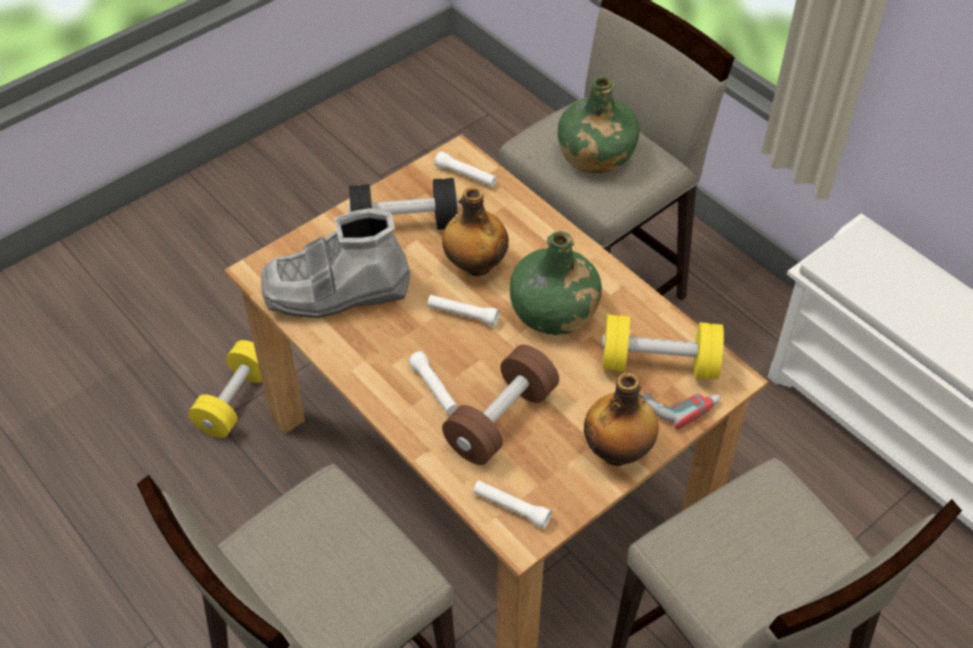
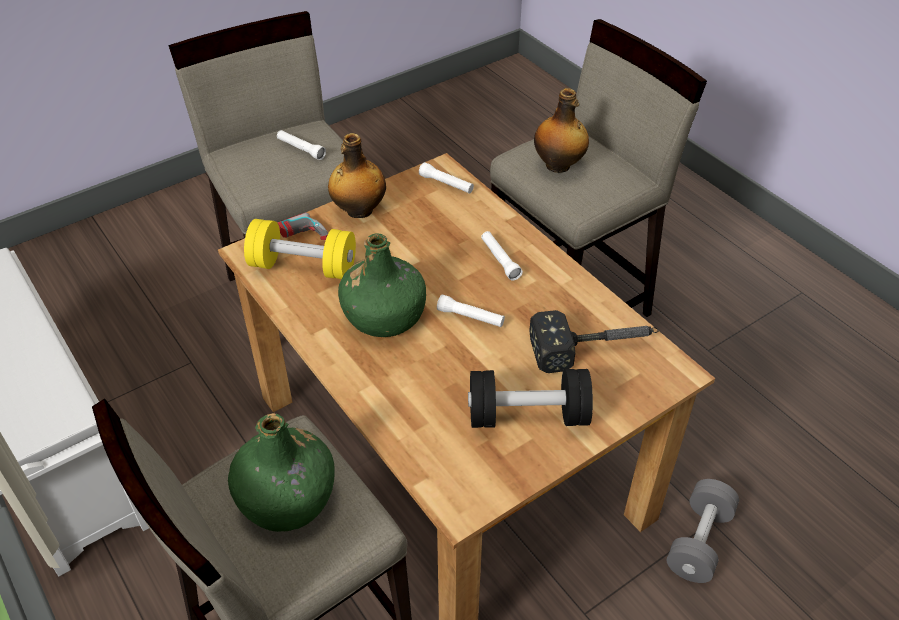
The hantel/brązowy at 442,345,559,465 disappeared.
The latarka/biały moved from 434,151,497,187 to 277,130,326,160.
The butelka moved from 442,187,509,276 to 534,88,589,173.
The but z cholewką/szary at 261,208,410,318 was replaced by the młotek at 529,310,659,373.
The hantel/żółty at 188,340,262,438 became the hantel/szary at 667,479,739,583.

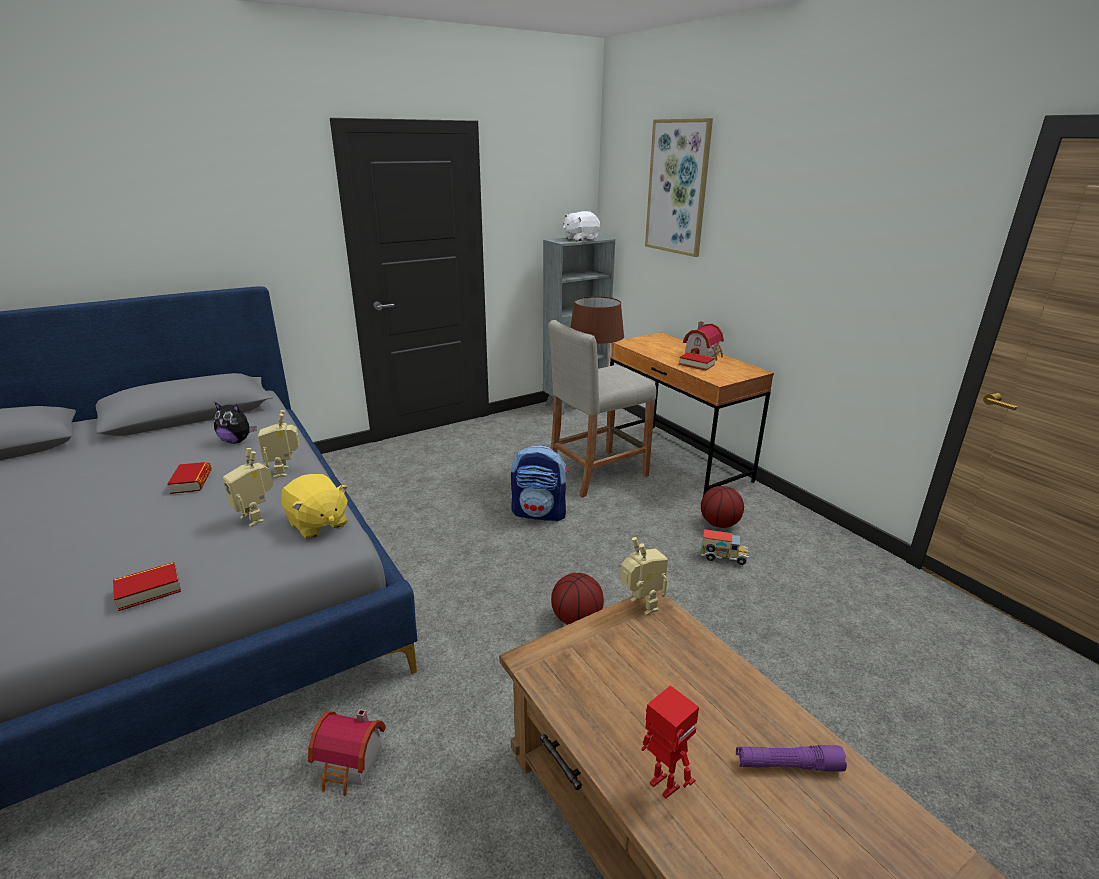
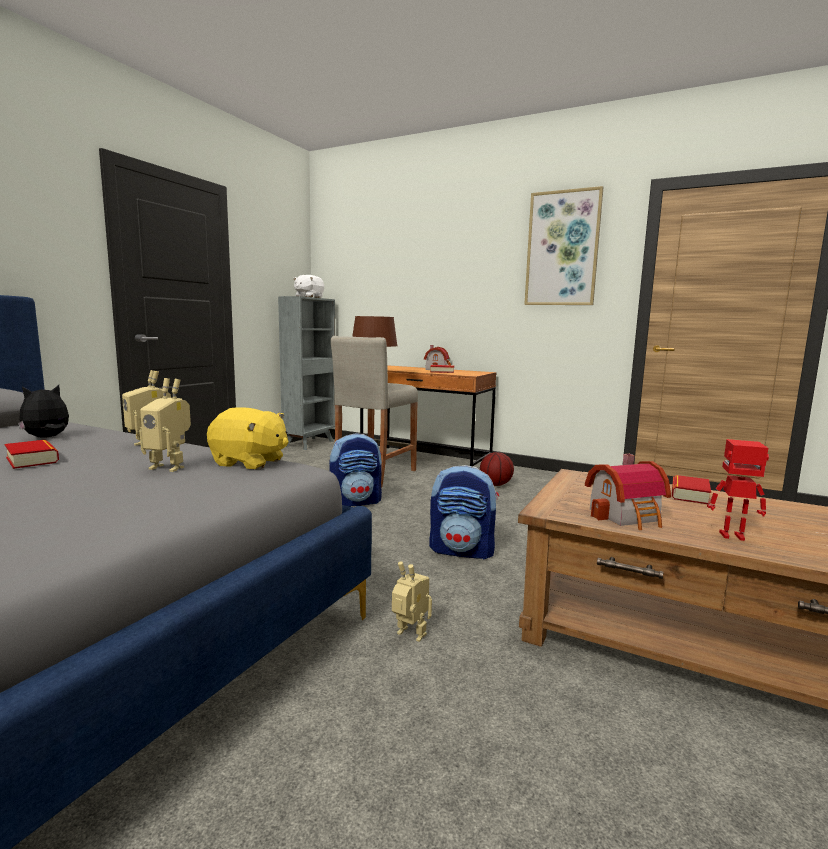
The ciężarówka zabawkowa at 700,529,749,565 disappeared.
The latarka/fioletowy at 736,745,847,772 disappeared.
The książka moved from 113,562,181,611 to 672,475,711,504.
The domek moved from 308,709,386,796 to 585,454,671,530.
The robot zabawkowy moved from 620,537,668,616 to 392,561,432,642.
The obraz moved from 645,118,713,257 to 524,186,603,305.
The piłka do koszykówki at 551,573,604,625 was replaced by the plecak at 429,465,499,560.
The pluszak at 214,402,256,444 turned 150 degrees clockwise.

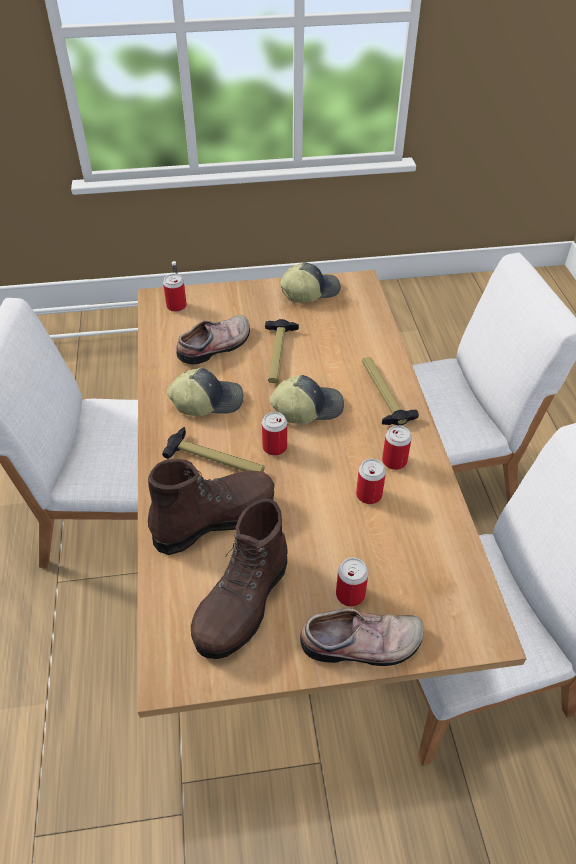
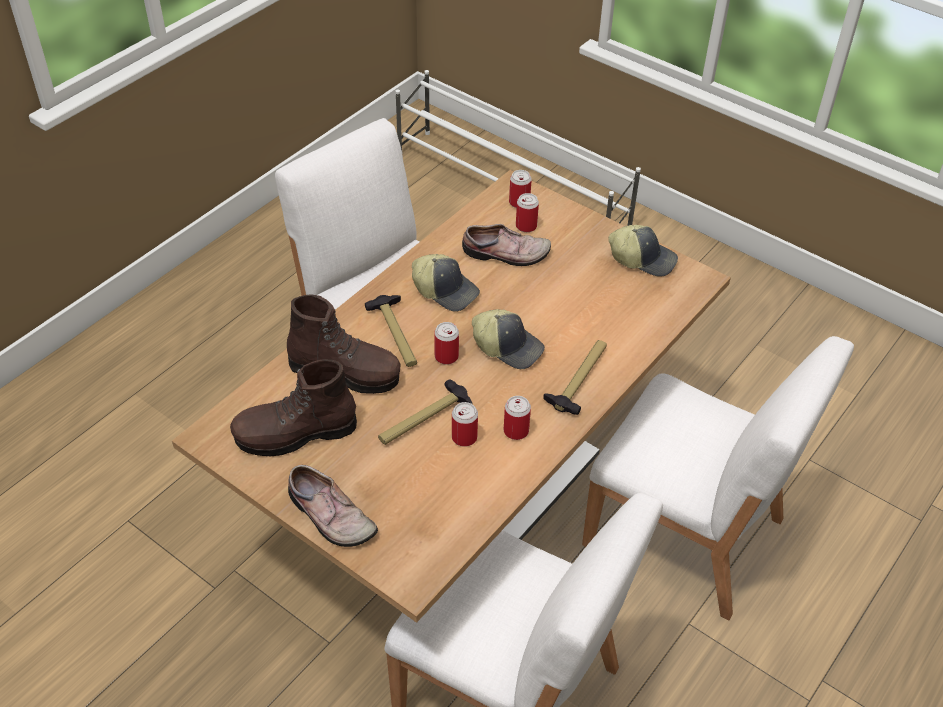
The młotek moved from 265,319,299,383 to 378,379,473,445.
The puszka moved from 336,558,369,607 to 516,193,539,232.

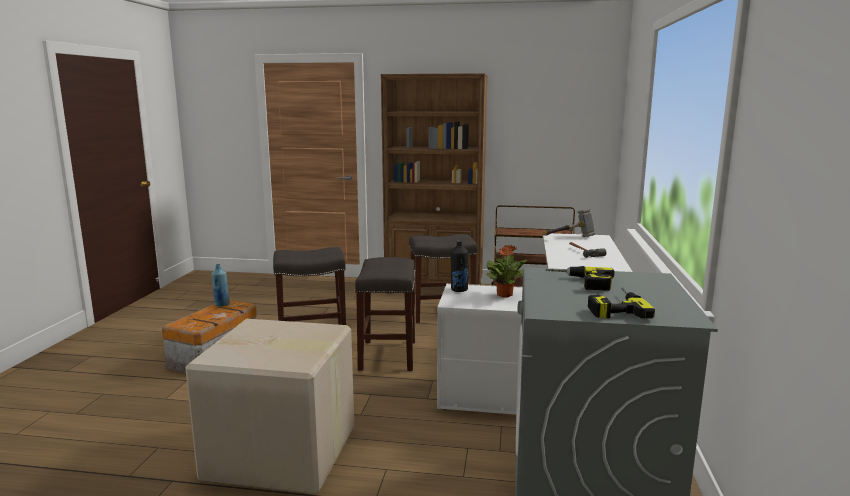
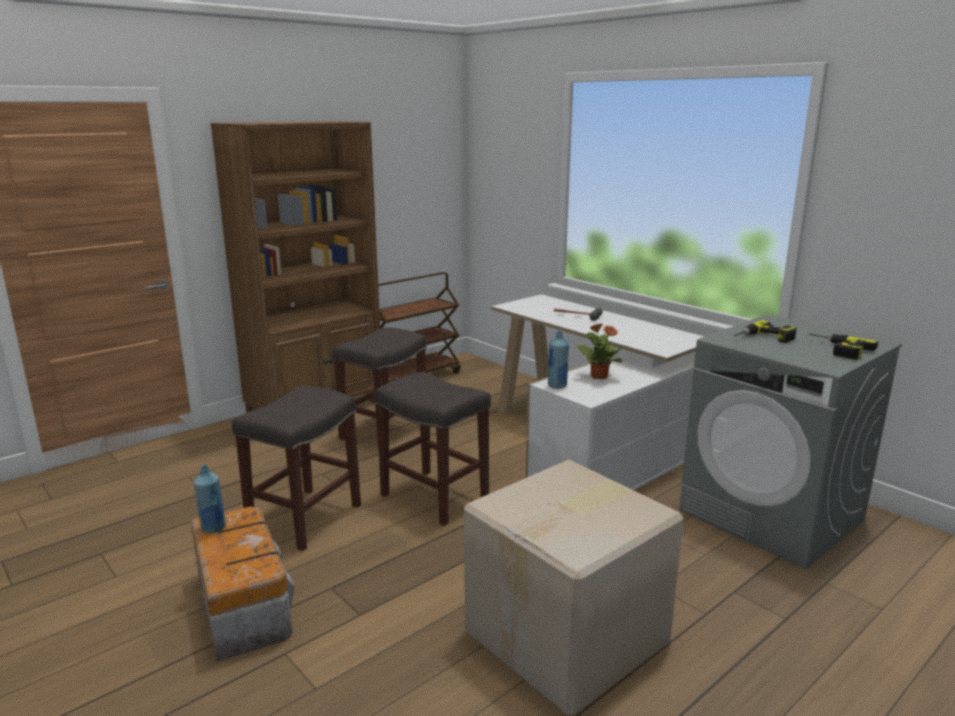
The młotek at 542,209,595,237 disappeared.
The butelka/czarny at 451,241,468,292 became the butelka/niebieski at 548,331,569,389.

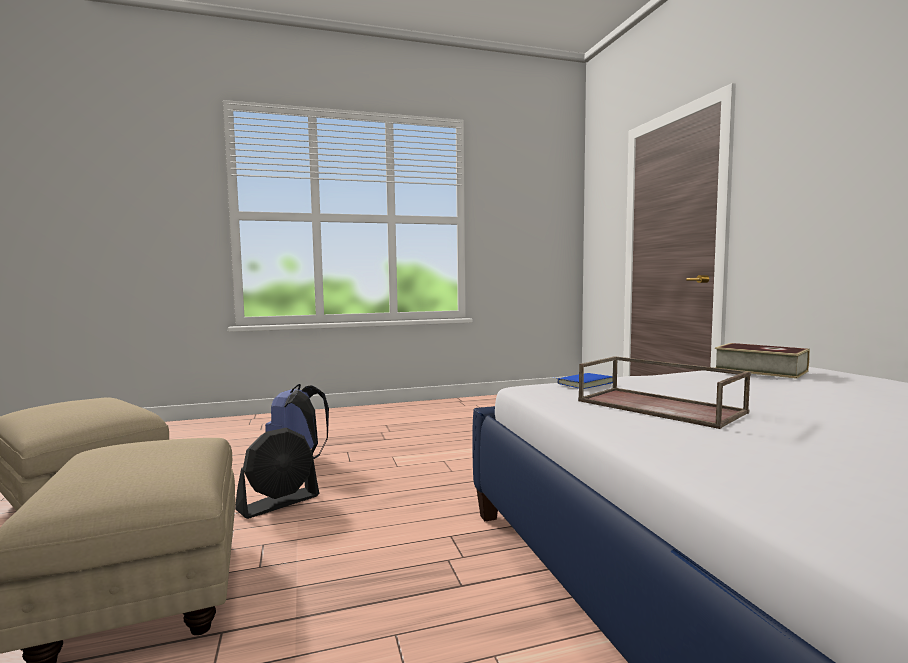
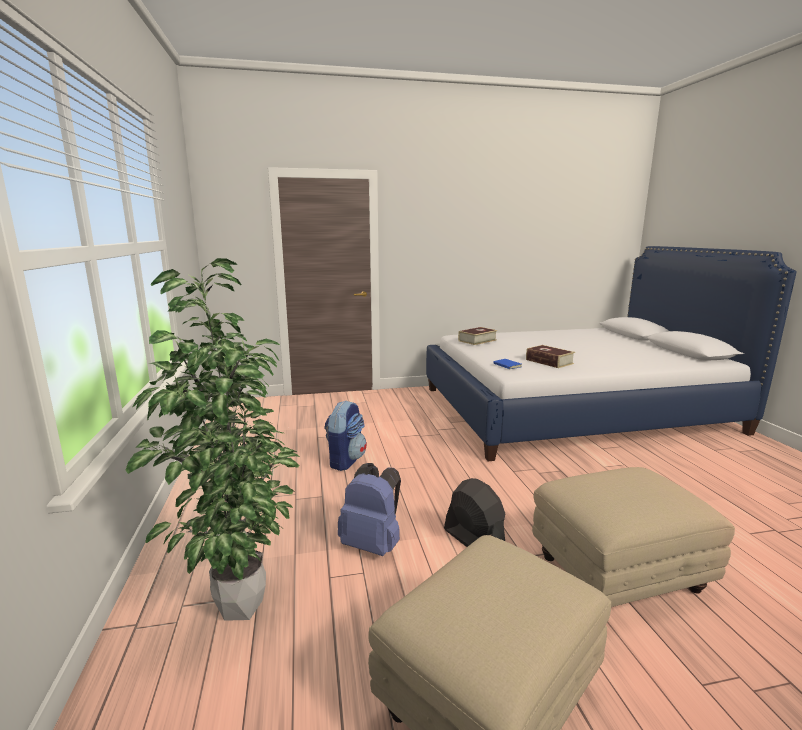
The roślina doniczkowa at 126,258,300,621 appeared.
The plecak at 324,400,367,471 appeared.
The taca/brązowy at 578,356,751,429 was replaced by the książka at 526,345,575,368.

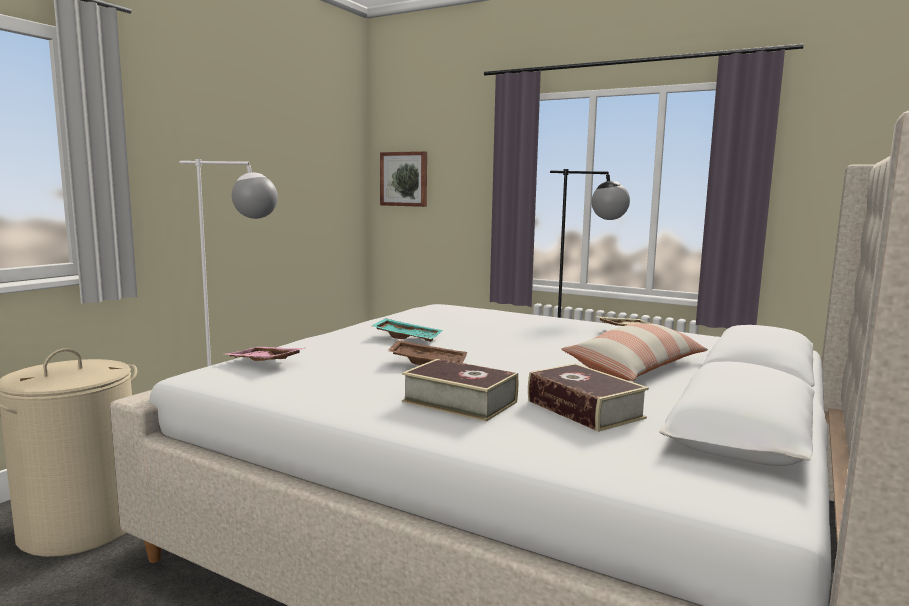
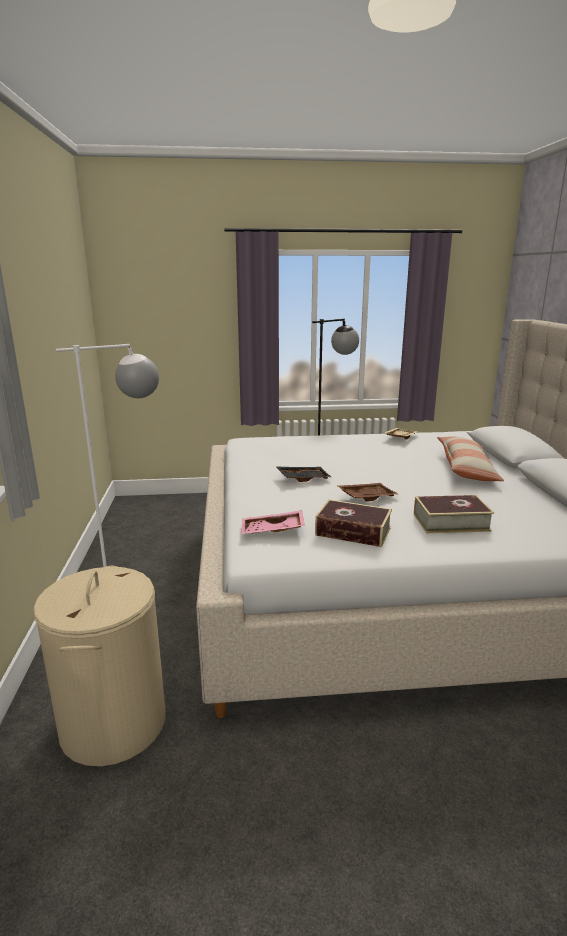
The obraz at 380,151,427,207 disappeared.
The książka moved from 528,364,649,432 to 315,499,392,547.
The taca/turkusowy at 372,318,443,342 became the taca/czarny at 276,466,331,482.

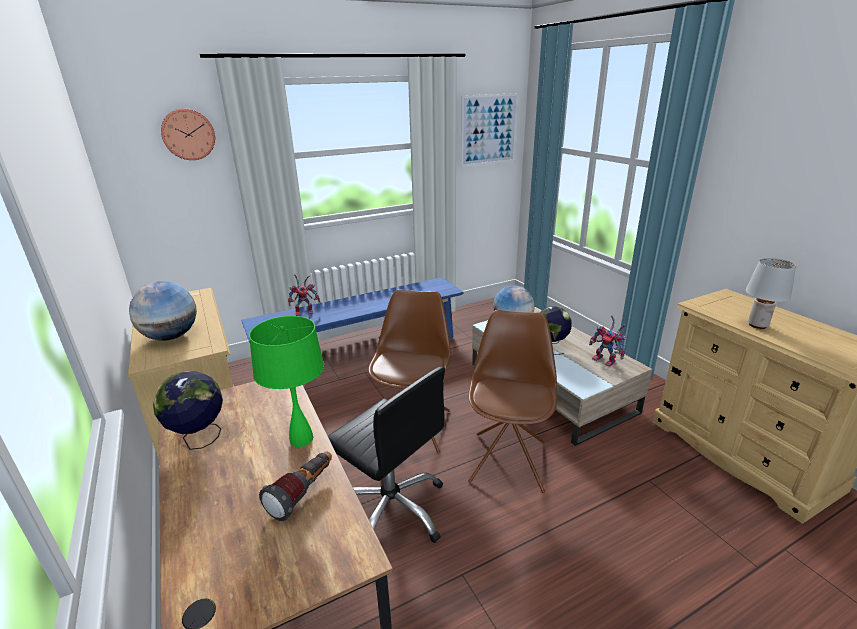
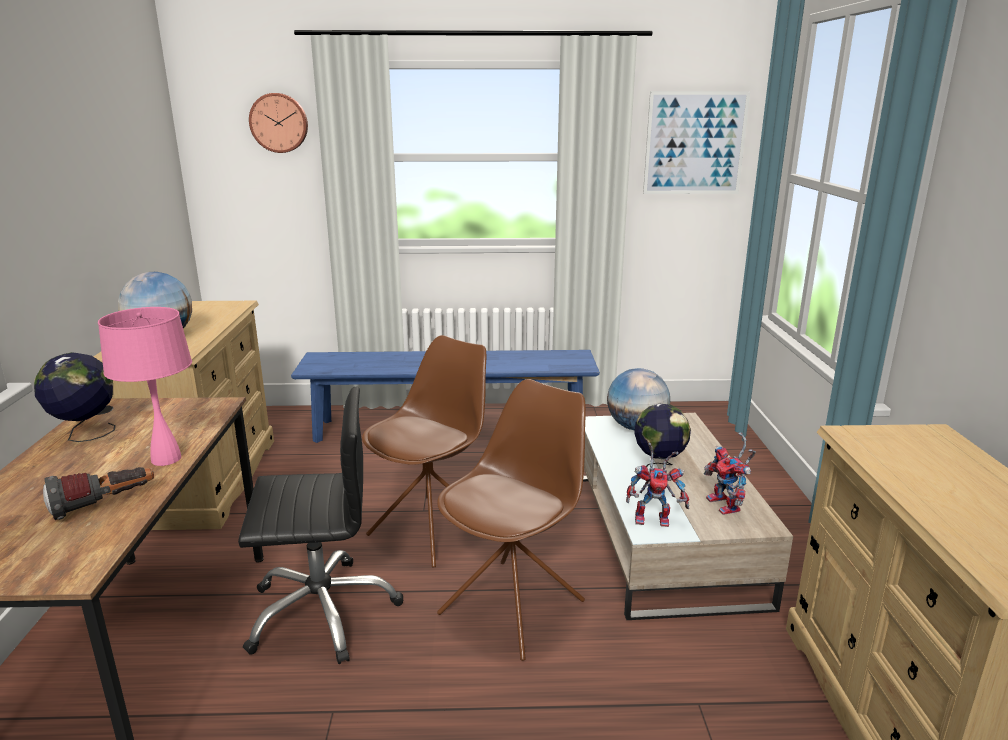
The lampa stołowa/szary at 746,258,796,329 disappeared.
The robot zabawkowy moved from 288,274,321,316 to 626,443,689,527.
The lampa stołowa/zielony at 249,316,324,447 became the lampa stołowa/różowy at 98,307,192,466.
The krzesło biurowe/czarny at 328,366,445,543 turned 75 degrees counterclockwise.

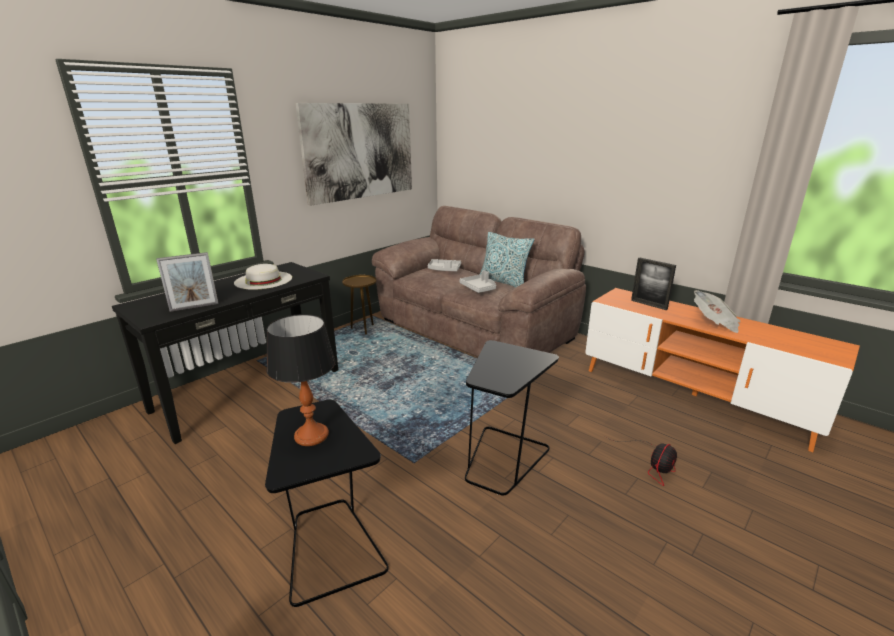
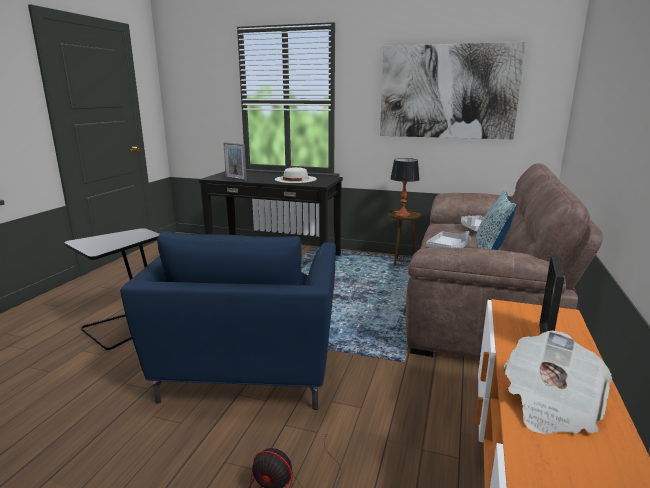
The lampa stołowa moved from 266,314,336,446 to 390,158,420,217.
The stolik/czarny at 465,340,559,496 was replaced by the fotel/niebieski at 120,231,336,410.

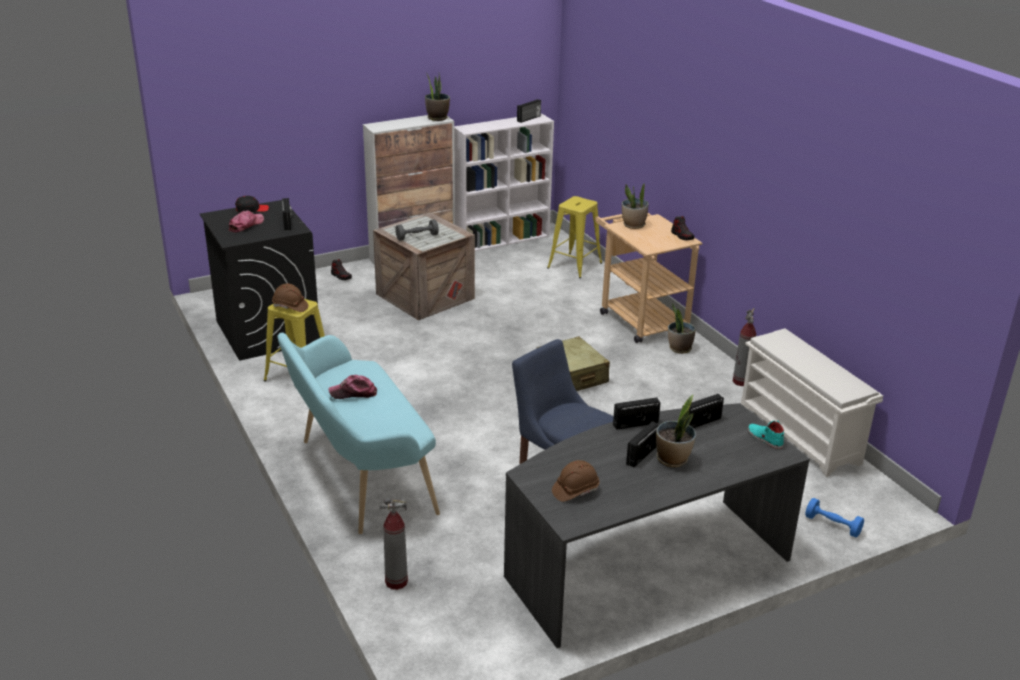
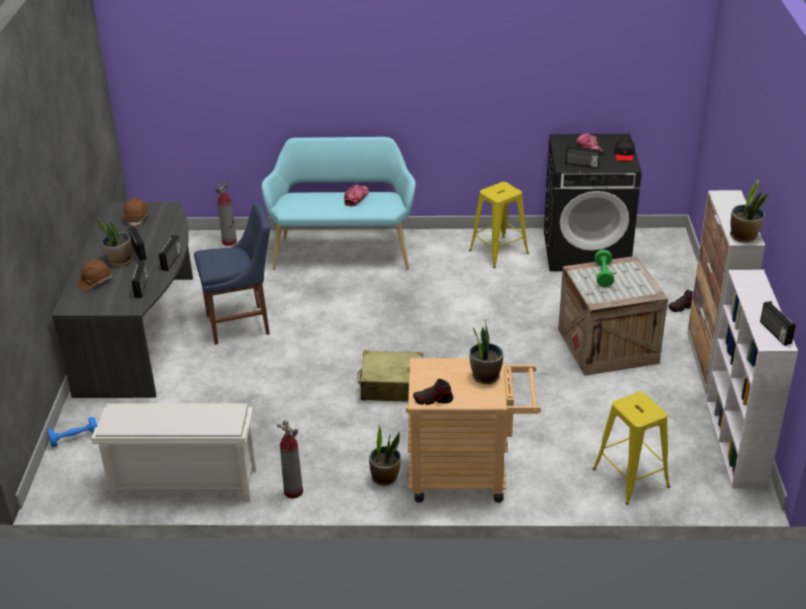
The but/turkusowy at 748,420,784,449 disappeared.
The kask/brązowy moved from 272,283,308,312 to 78,259,112,291.
The hantel/szary at 395,219,439,241 became the hantel/zielony at 595,250,614,287.

